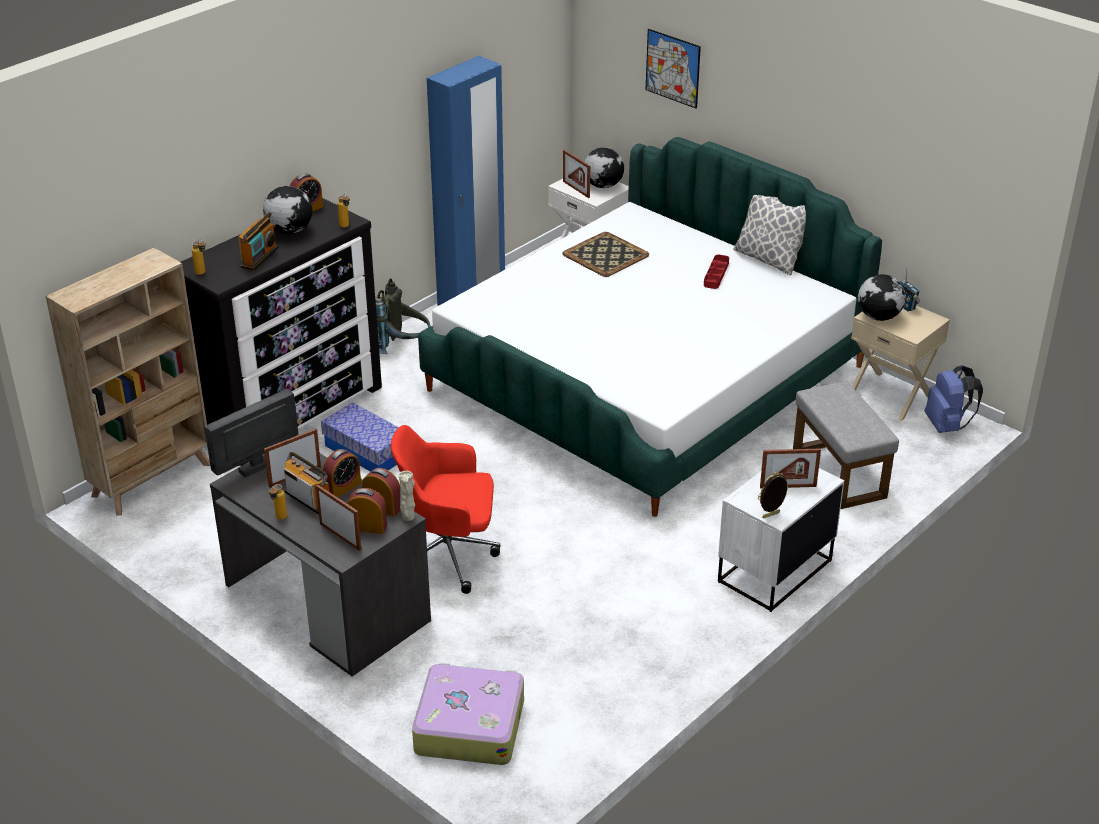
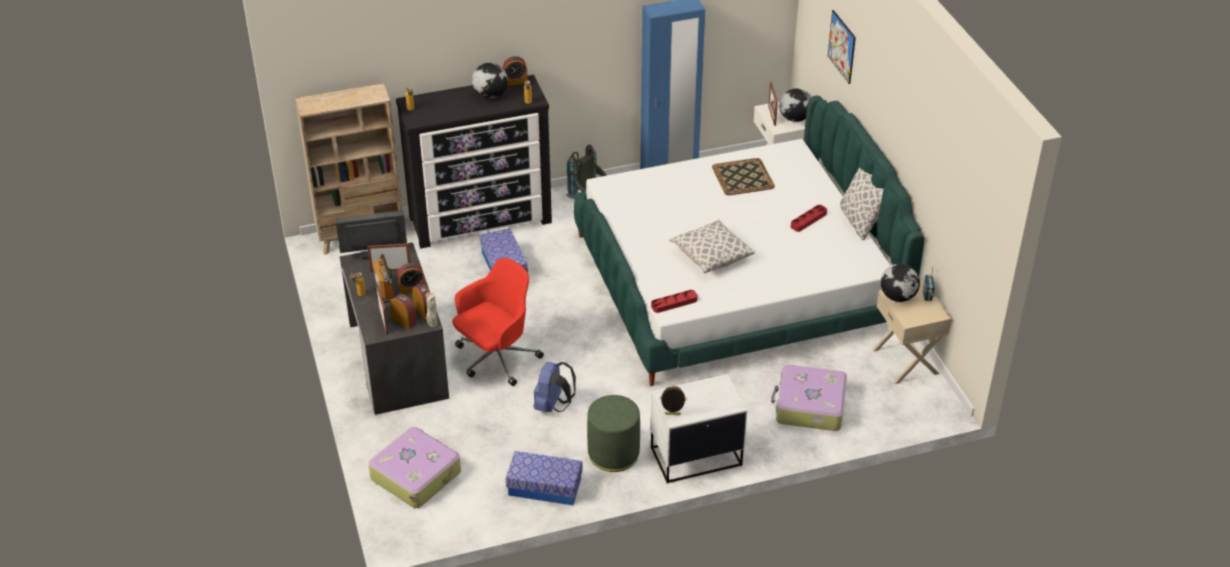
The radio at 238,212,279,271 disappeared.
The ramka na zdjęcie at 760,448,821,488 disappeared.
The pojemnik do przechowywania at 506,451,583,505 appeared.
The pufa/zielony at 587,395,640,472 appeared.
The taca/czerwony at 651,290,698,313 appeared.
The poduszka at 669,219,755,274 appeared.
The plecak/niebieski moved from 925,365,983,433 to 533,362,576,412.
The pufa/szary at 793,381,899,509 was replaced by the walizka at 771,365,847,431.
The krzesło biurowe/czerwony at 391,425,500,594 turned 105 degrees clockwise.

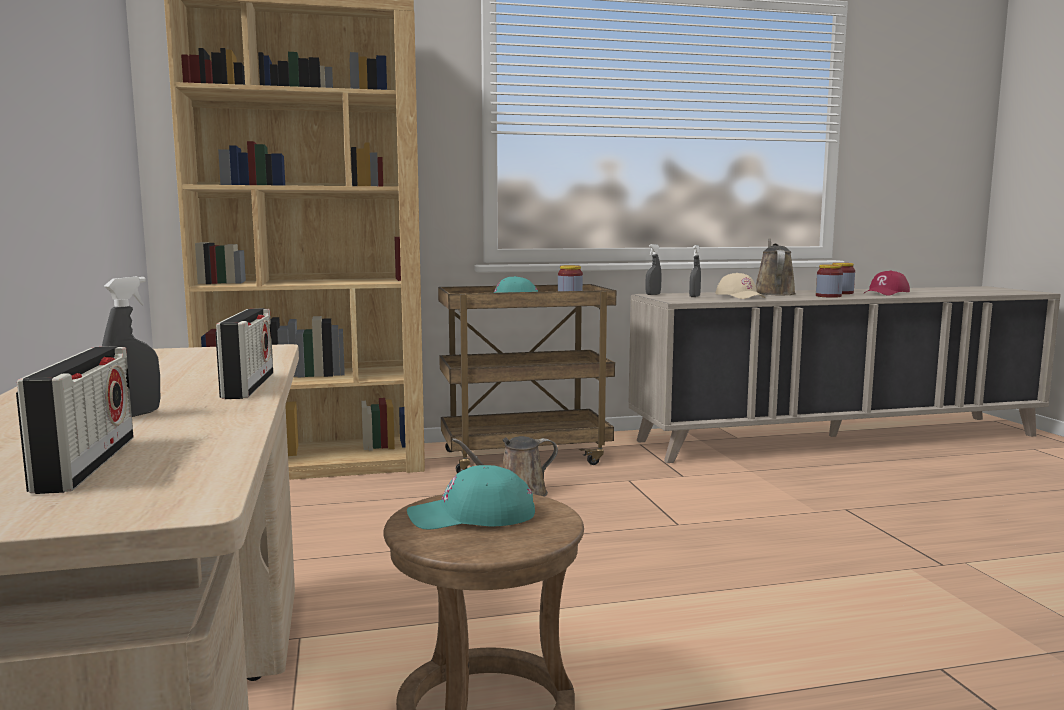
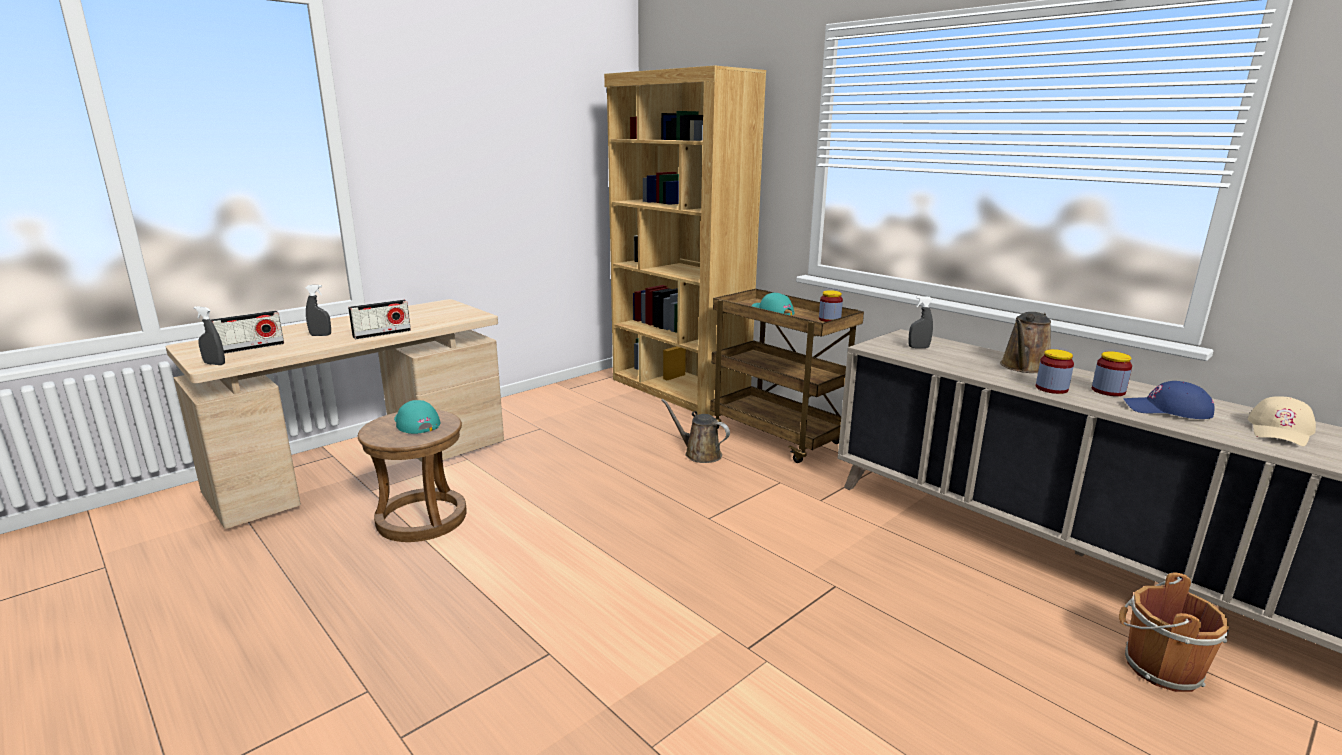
The wiadro/brązowy at 1119,573,1229,692 appeared.
The spryskiwacz/szary moved from 645,244,662,295 to 194,306,225,365.
The czapka z daszkiem/beżowy moved from 715,273,765,299 to 1248,396,1316,446.
The czapka z daszkiem/czerwony at 863,271,910,296 became the czapka z daszkiem/niebieski at 1123,381,1214,419.
The konewka/brązowy at 756,238,796,295 turned 150 degrees clockwise.

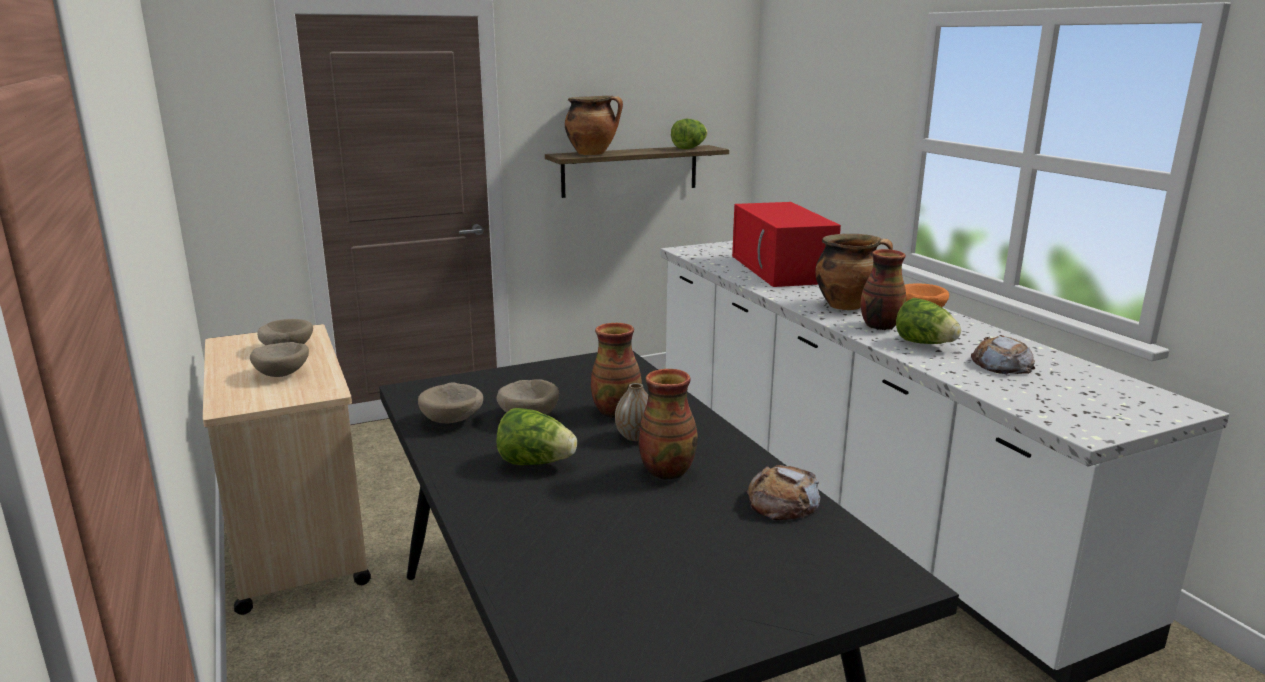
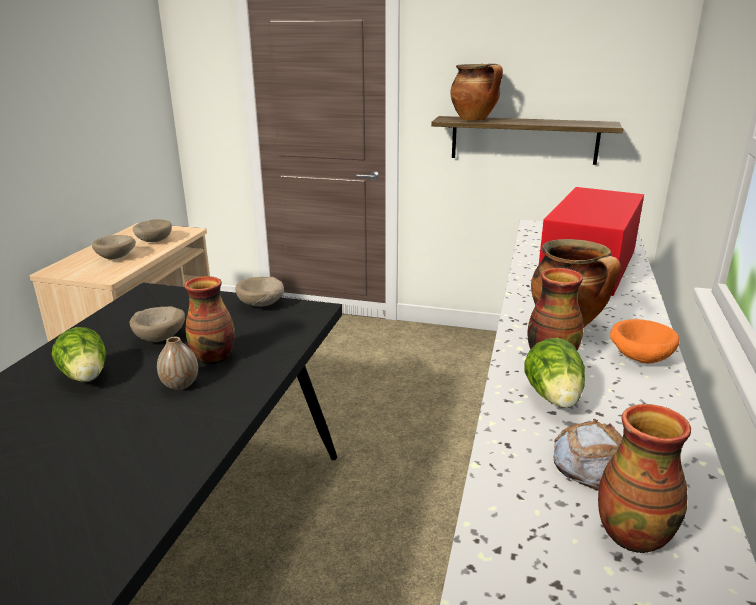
The sałata at 671,119,707,149 disappeared.
The chleb at 747,465,820,520 disappeared.
The miska/beżowy moved from 418,382,483,423 to 235,277,284,307.
The wazon moved from 638,369,698,480 to 598,404,691,553.

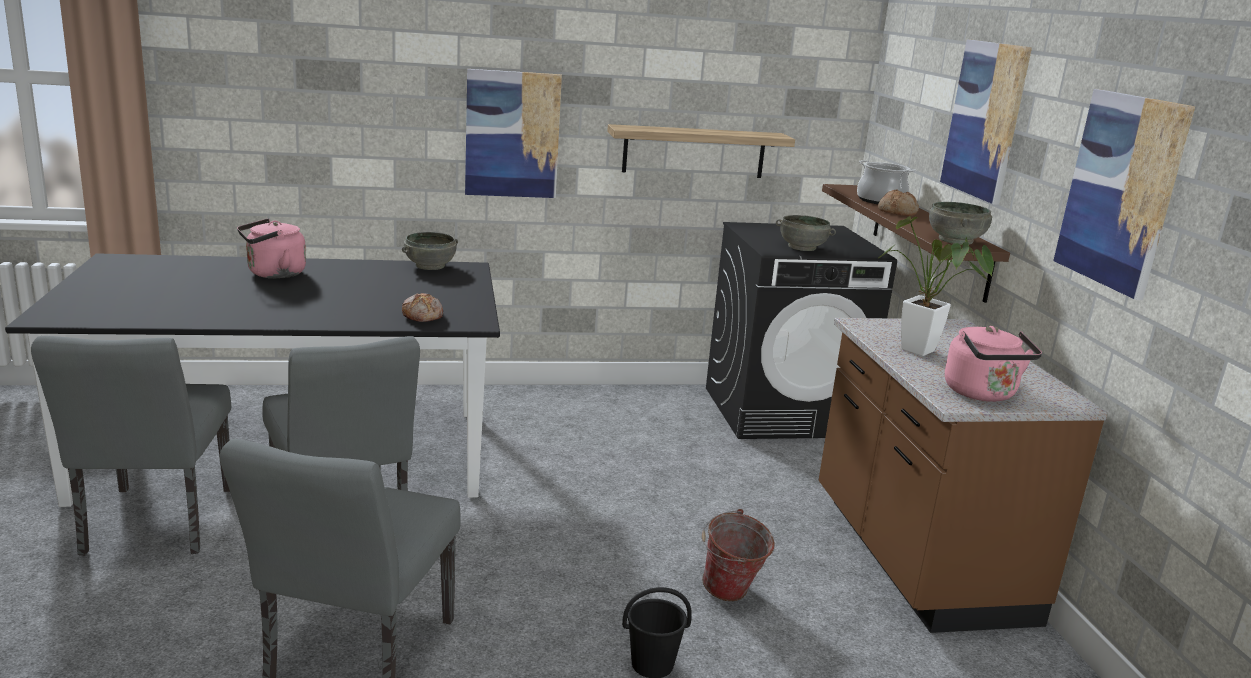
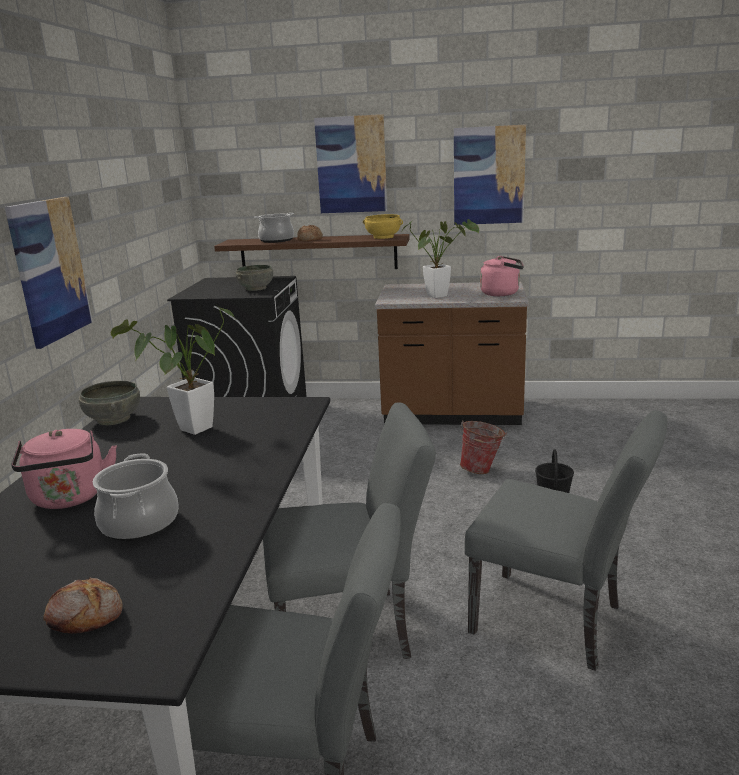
The półka at 607,124,795,178 disappeared.
The garnek at 93,453,178,541 appeared.
The roślina doniczkowa at 111,306,235,435 appeared.
The chleb moved from 402,293,443,322 to 43,578,122,634.
The miska/szary at 929,202,992,245 became the miska/żółty at 363,214,403,239.

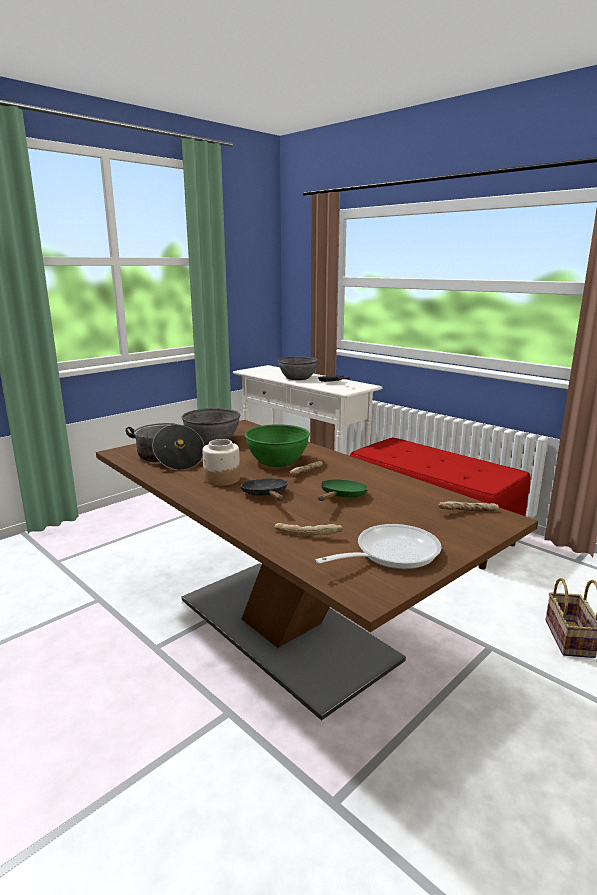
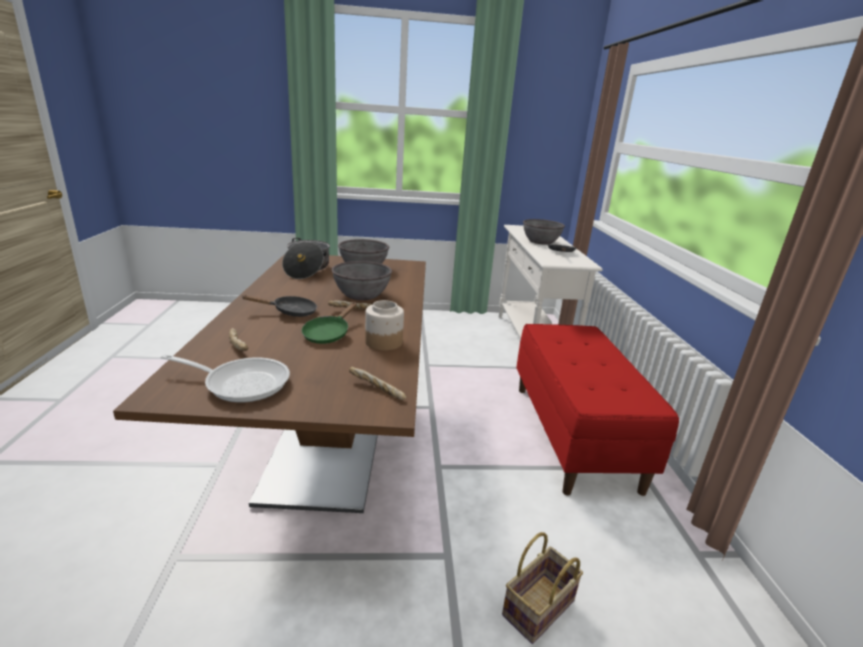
The słoik moved from 202,439,240,486 to 365,300,404,351.
The miska/zielony at 244,424,310,467 became the miska/szary at 332,261,392,300.
The patelnia/czarny at 241,478,288,501 turned 60 degrees clockwise.
The patelnia/zielony at 318,479,368,501 turned 135 degrees clockwise.

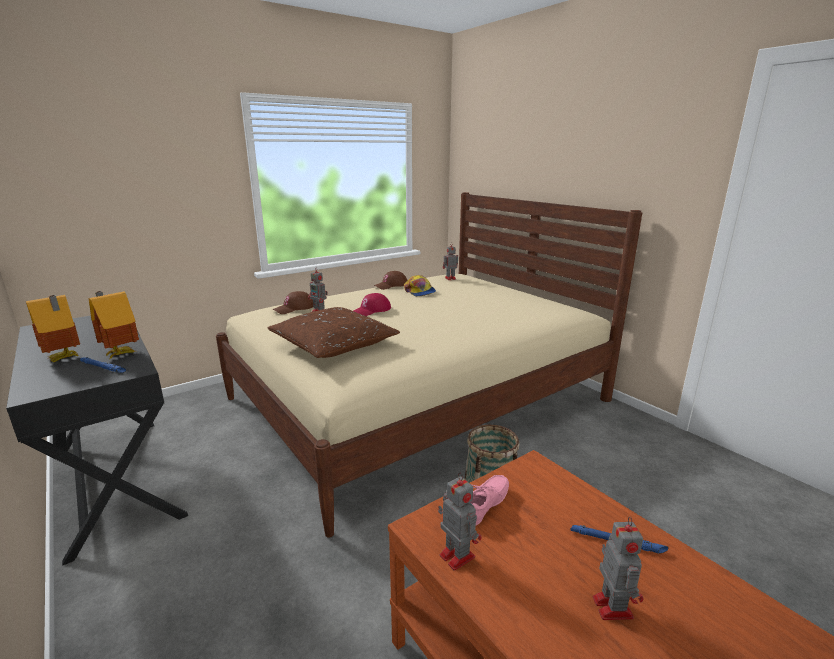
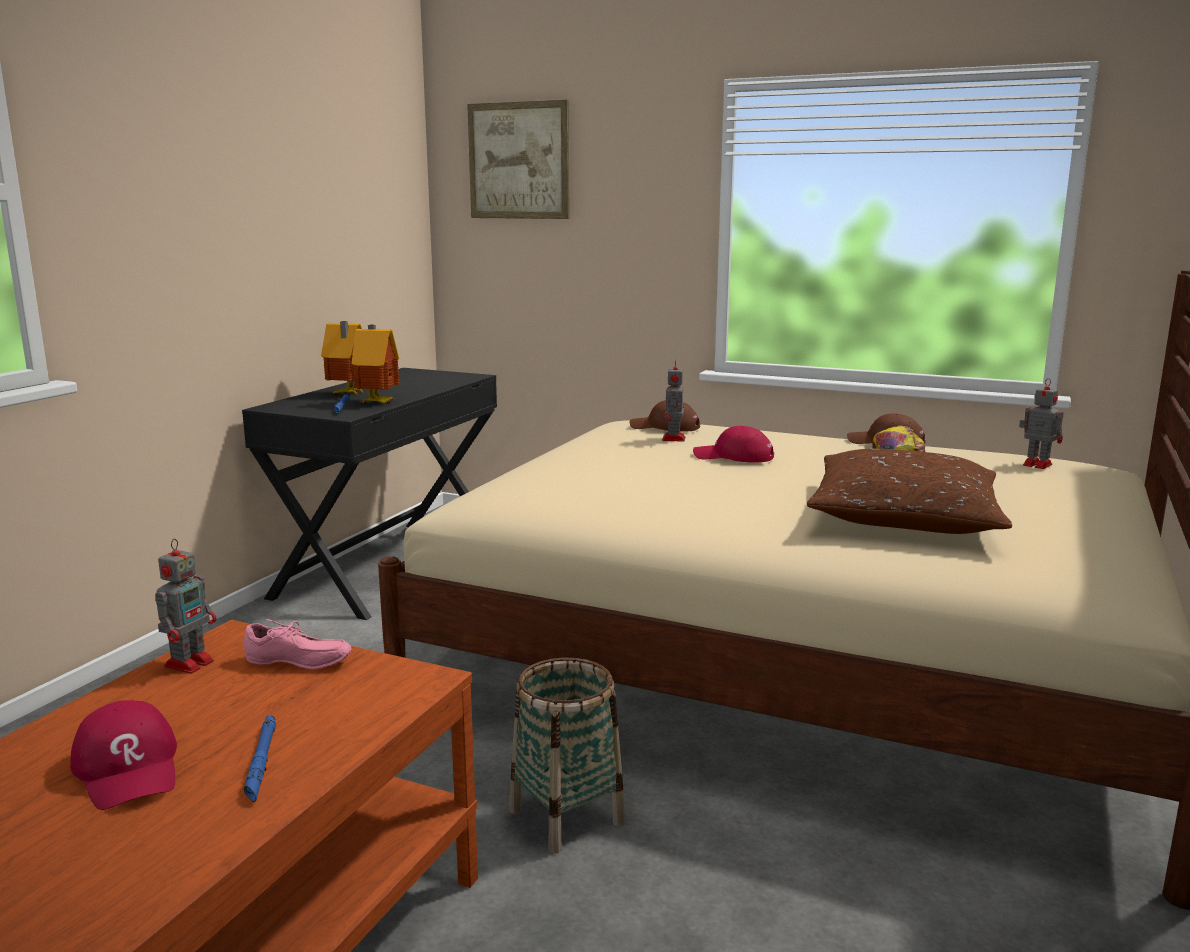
The obraz at 467,100,570,219 appeared.
The poduszka/brązowy moved from 267,307,400,358 to 807,449,1012,534.
The robot zabawkowy at 593,517,644,620 was replaced by the czapka z daszkiem/czerwony at 70,700,177,810.

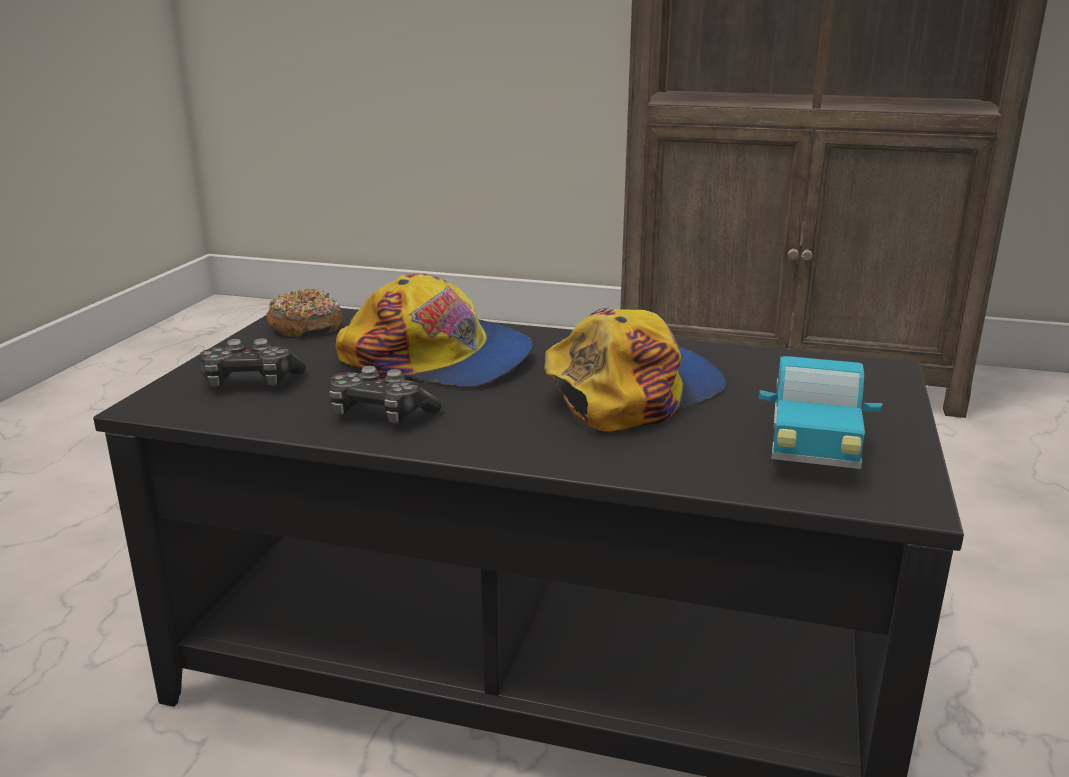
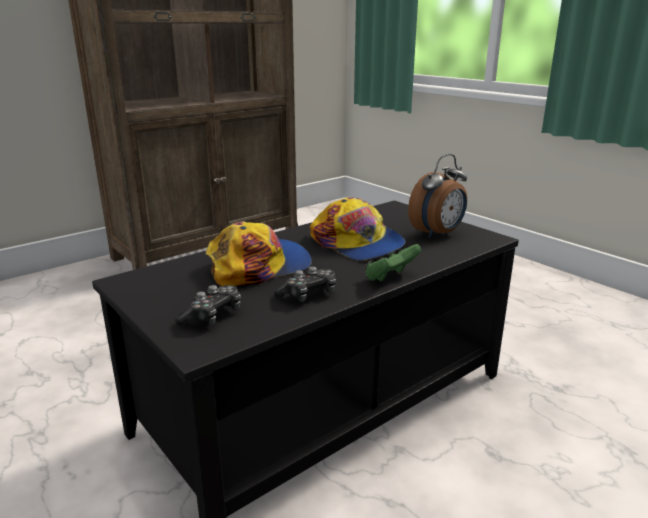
The donut at 266,289,342,337 disappeared.
The pad do gier/zielony at 366,244,421,282 appeared.
The ciężarówka zabawkowa at 759,356,883,469 was replaced by the budzik at 408,154,467,238.
The czapka z daszkiem at 544,308,726,432 turned 150 degrees clockwise.

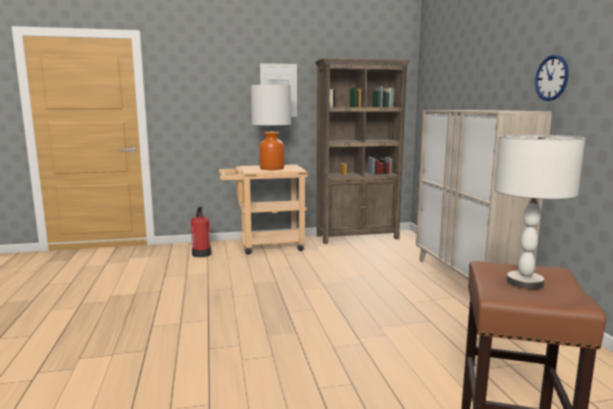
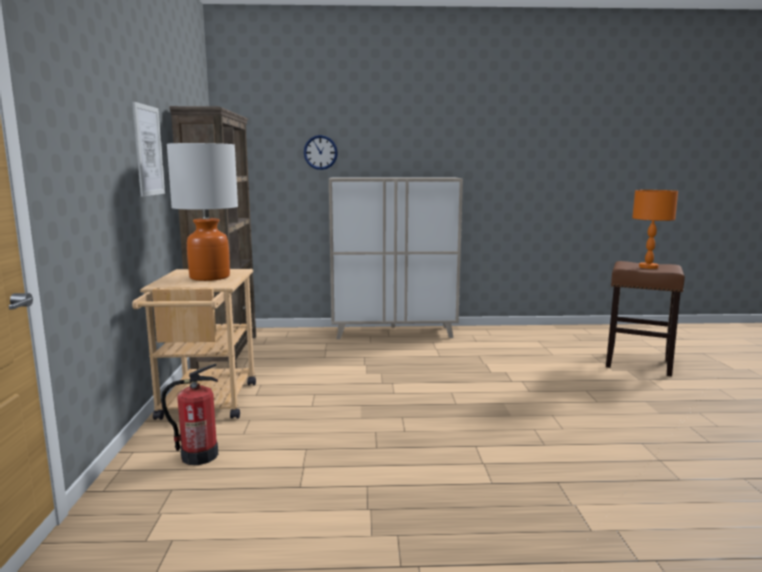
The zegar ścienny moved from 535,55,568,101 to 304,135,338,170.
The lampa stołowa/szary at 494,134,585,289 became the lampa stołowa/pomarańczowy at 632,190,678,269.

